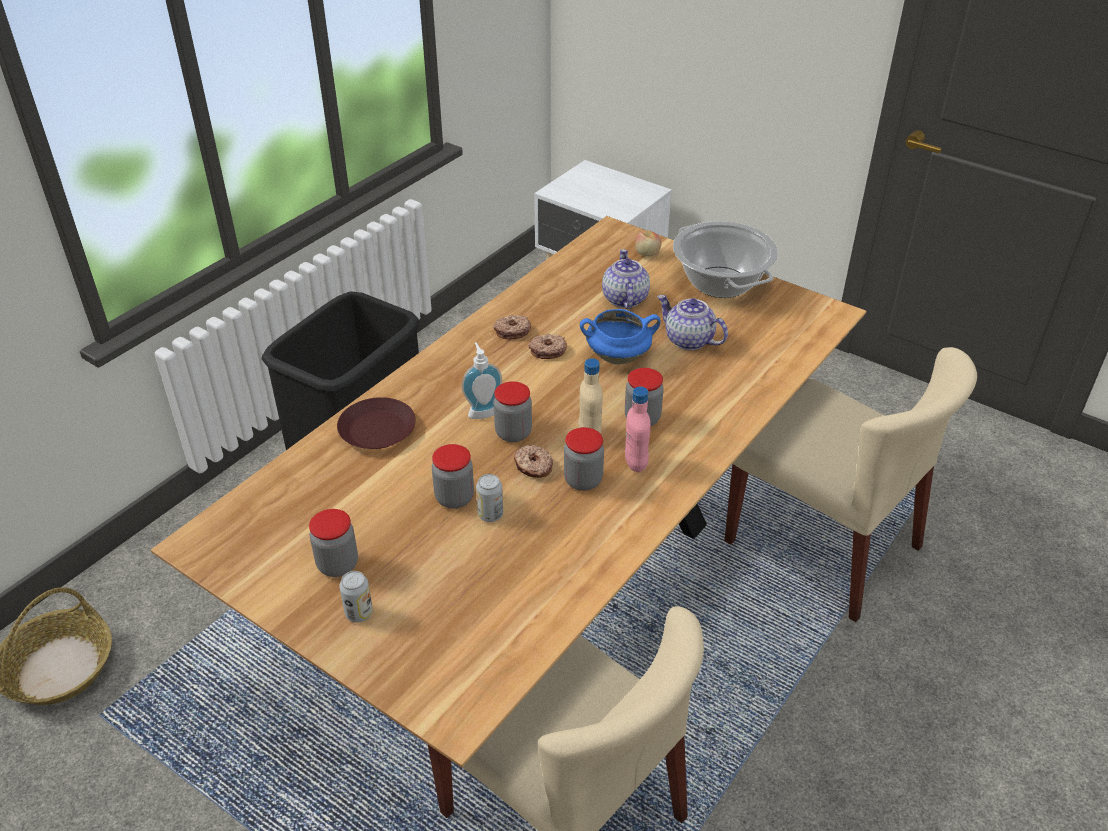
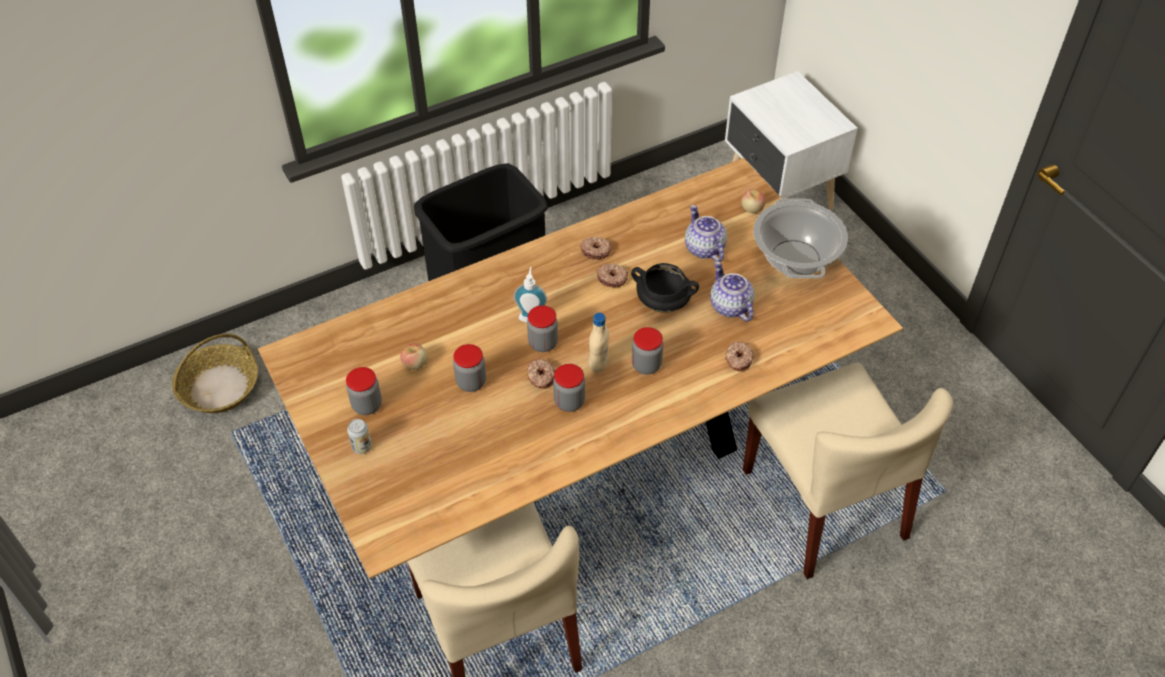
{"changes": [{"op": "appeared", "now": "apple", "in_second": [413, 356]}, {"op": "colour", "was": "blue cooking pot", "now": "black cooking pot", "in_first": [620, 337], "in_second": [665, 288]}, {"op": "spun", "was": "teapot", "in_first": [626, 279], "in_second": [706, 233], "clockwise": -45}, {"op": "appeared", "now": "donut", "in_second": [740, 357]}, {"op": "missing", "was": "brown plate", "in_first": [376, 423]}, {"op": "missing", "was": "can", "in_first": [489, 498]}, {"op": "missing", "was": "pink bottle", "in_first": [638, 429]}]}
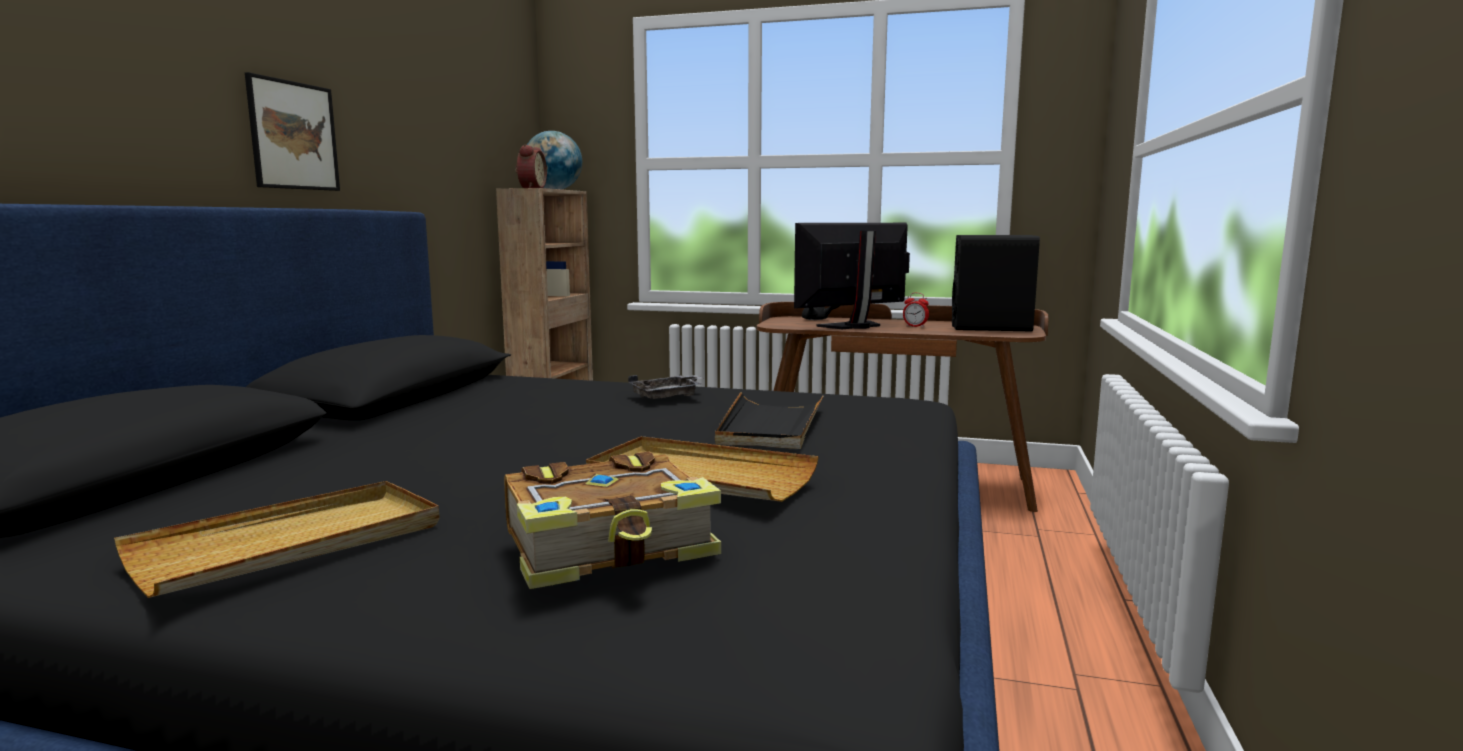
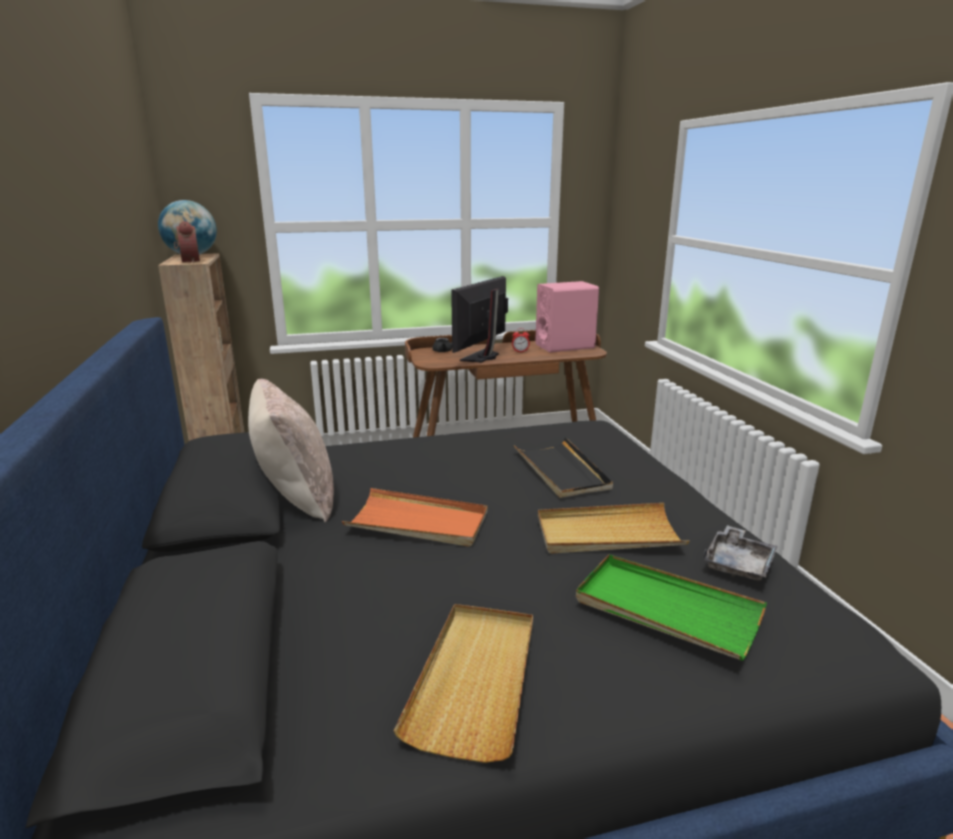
{"changes": [{"op": "appeared", "now": "beige pillow", "in_second": [291, 450]}, {"op": "appeared", "now": "orange tray", "in_second": [414, 517]}, {"op": "colour", "was": "black speaker", "now": "pink speaker", "in_first": [996, 283], "in_second": [567, 317]}, {"op": "exchanged", "was": "book", "now": "green tray", "in_first": [612, 520], "in_second": [671, 607]}, {"op": "relocated", "was": "grey tray", "in_first": [665, 387], "in_second": [740, 553]}, {"op": "missing", "was": "picture", "in_first": [292, 131]}]}
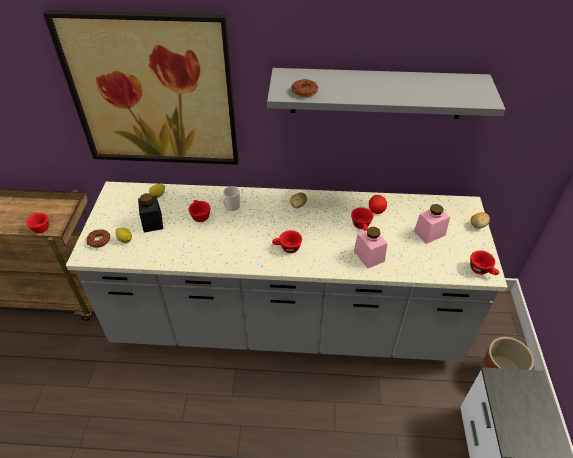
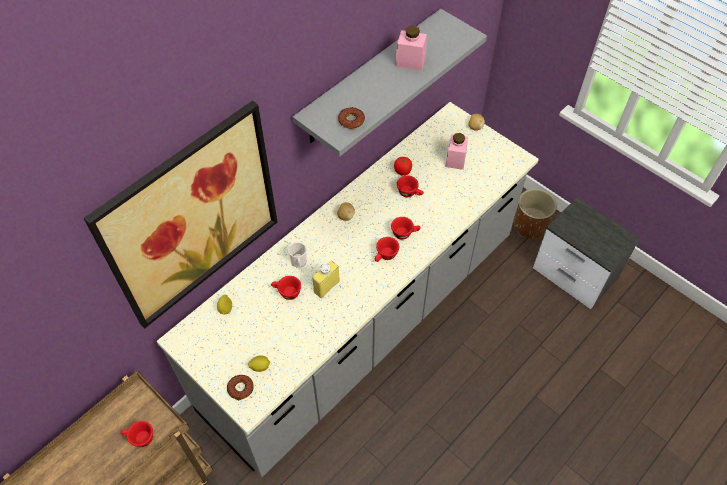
{"changes": [{"op": "appeared", "now": "yellow bottle", "in_second": [326, 279]}, {"op": "relocated", "was": "red cup", "in_first": [485, 262], "in_second": [405, 228]}, {"op": "relocated", "was": "pink jar", "in_first": [370, 248], "in_second": [411, 48]}, {"op": "missing", "was": "black jar", "in_first": [150, 212]}]}
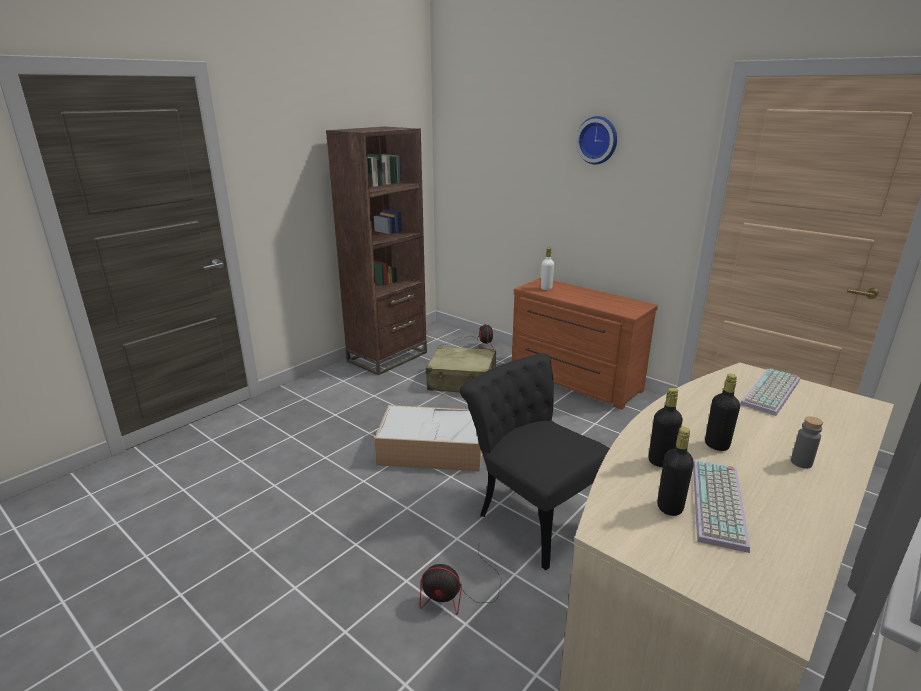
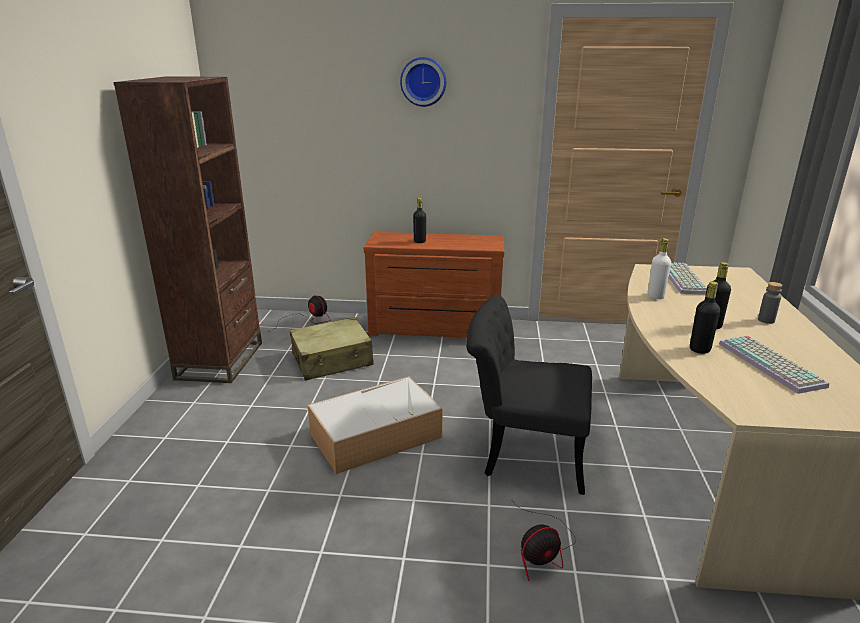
{"changes": [{"op": "relocated", "was": "black bottle", "in_first": [675, 471], "in_second": [419, 220]}, {"op": "relocated", "was": "white bottle", "in_first": [547, 269], "in_second": [659, 268]}]}
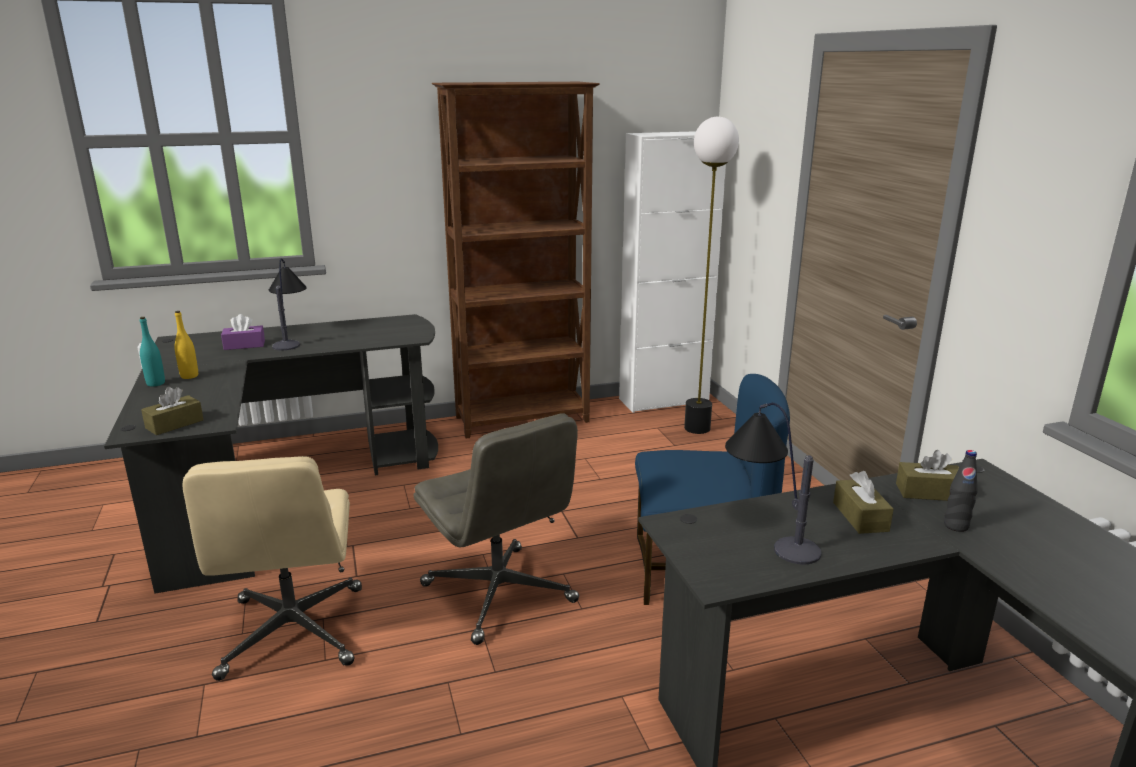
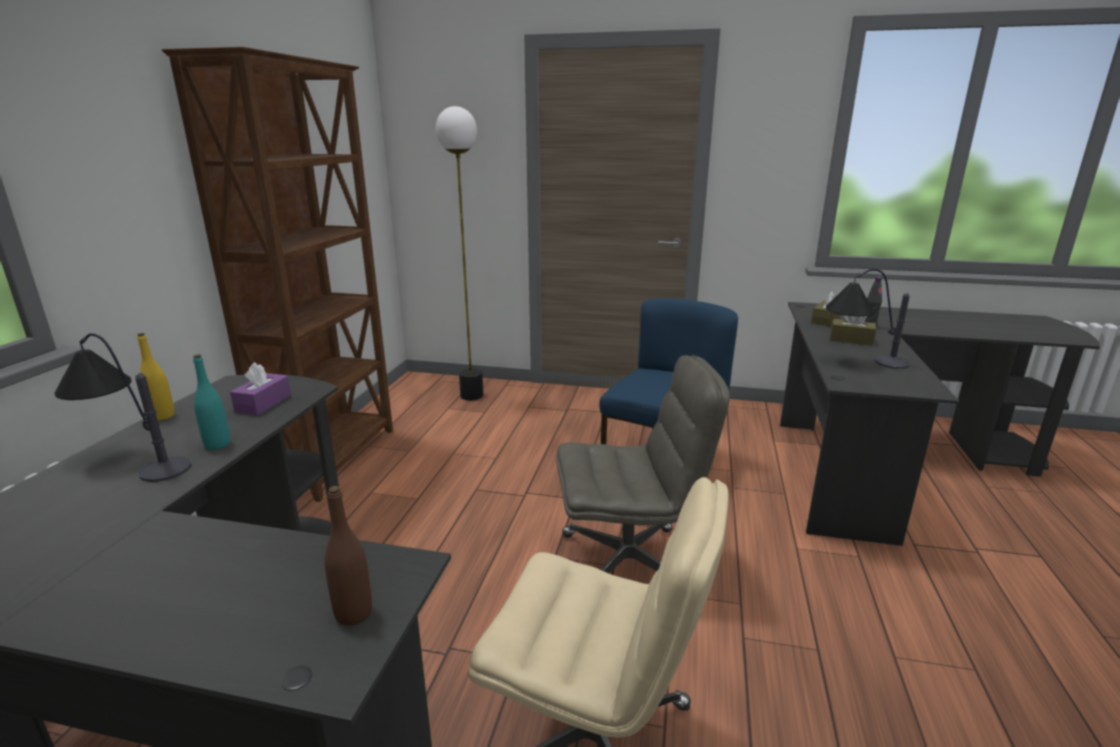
{"changes": [{"op": "relocated", "was": "yellow bottle", "in_first": [186, 345], "in_second": [156, 377]}, {"op": "relocated", "was": "turquoise bottle", "in_first": [152, 352], "in_second": [211, 402]}, {"op": "relocated", "was": "purple tissue box", "in_first": [243, 332], "in_second": [260, 389]}, {"op": "exchanged", "was": "brown tissue box", "now": "brown bottle", "in_first": [172, 411], "in_second": [348, 556]}, {"op": "missing", "was": "white cabinet", "in_first": [672, 272]}]}
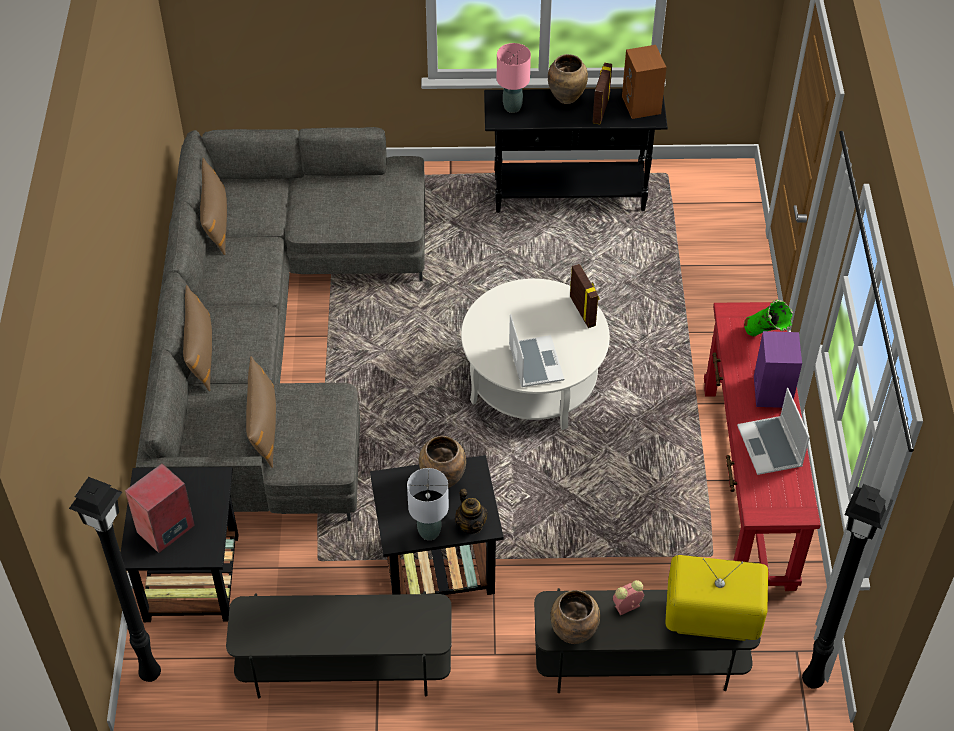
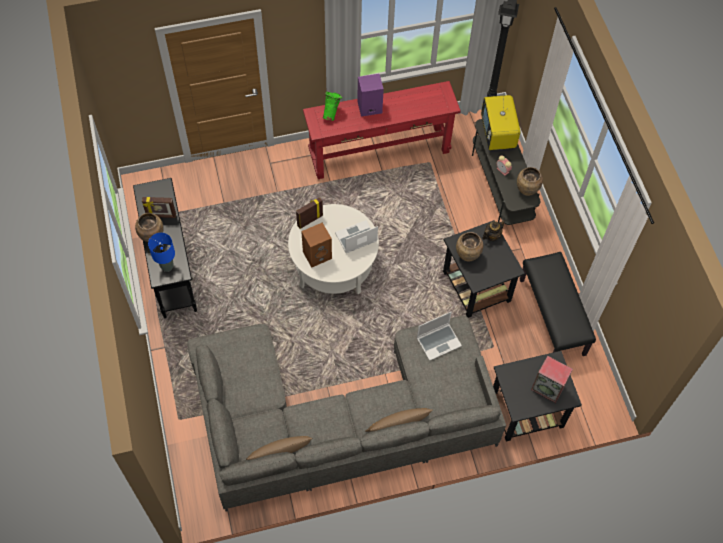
{"changes": [{"op": "colour", "was": "pink table lamp", "now": "blue table lamp", "in_first": [514, 78], "in_second": [161, 252]}, {"op": "relocated", "was": "brown speaker", "in_first": [644, 82], "in_second": [316, 245]}, {"op": "relocated", "was": "laptop", "in_first": [773, 431], "in_second": [439, 336]}, {"op": "exchanged", "was": "grey tv stand", "now": "black bench", "in_first": [339, 644], "in_second": [558, 304]}, {"op": "missing", "was": "black floor lamp", "in_first": [115, 579]}, {"op": "missing", "was": "brown pillow", "in_first": [261, 412]}, {"op": "missing", "was": "grey table lamp", "in_first": [428, 504]}]}
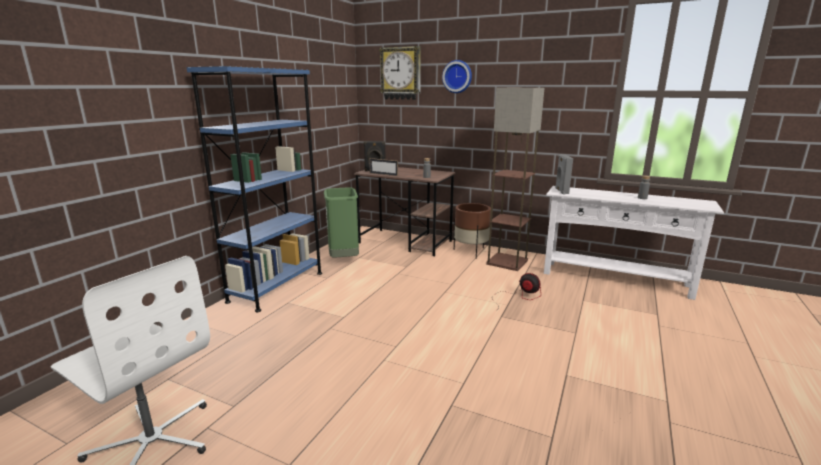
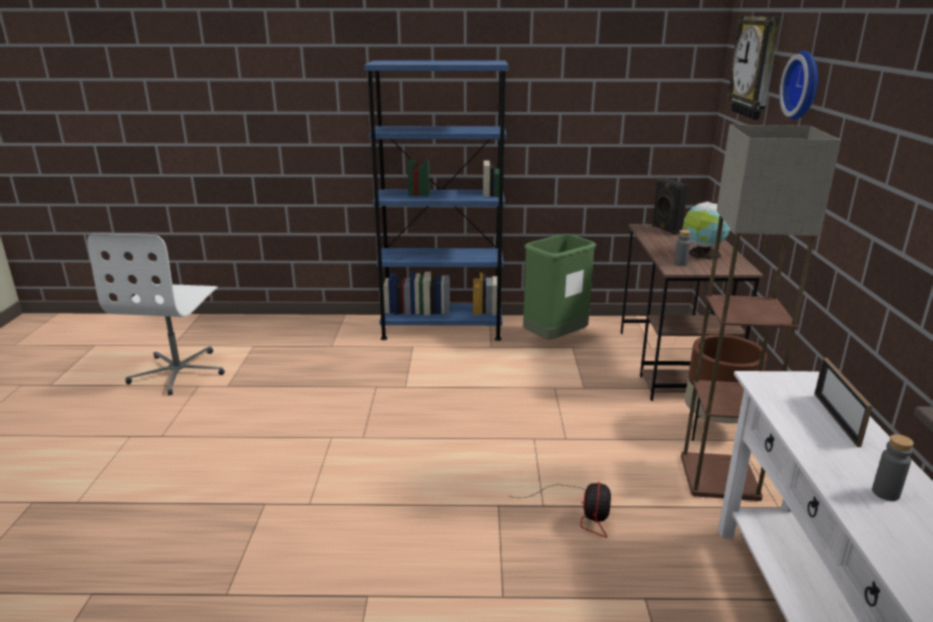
{"changes": [{"op": "appeared", "now": "globe", "in_second": [707, 230]}, {"op": "relocated", "was": "picture frame", "in_first": [383, 167], "in_second": [843, 402]}, {"op": "missing", "was": "grey speaker", "in_first": [564, 174]}]}
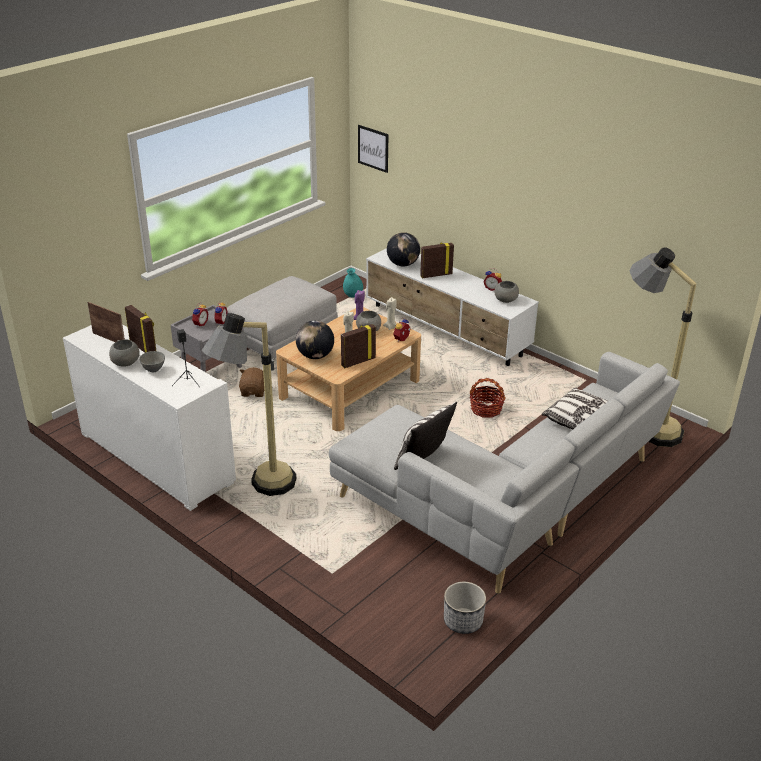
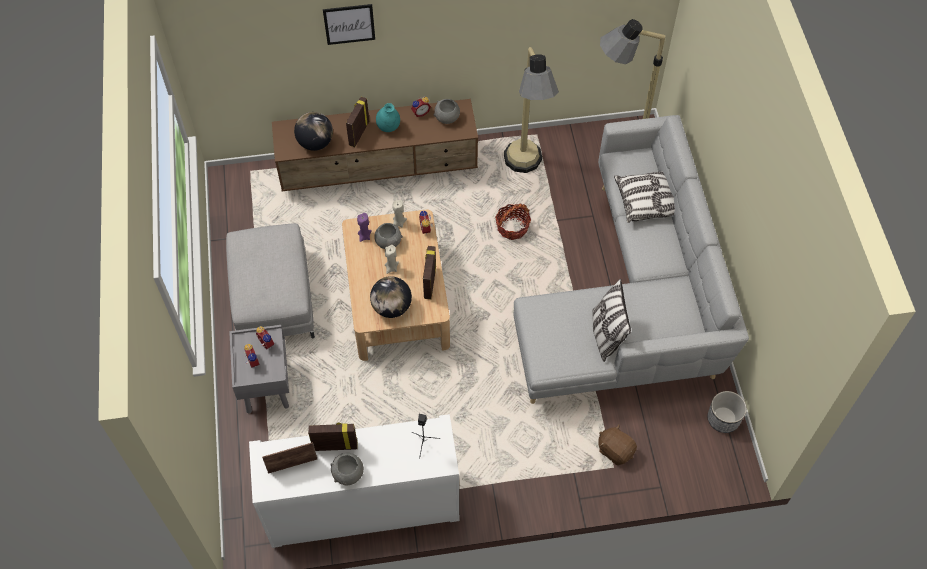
{"changes": [{"op": "colour", "was": "white tv stand", "now": "brown tv stand", "in_first": [452, 307], "in_second": [375, 145]}, {"op": "relocated", "was": "picture", "in_first": [373, 149], "in_second": [349, 24]}, {"op": "relocated", "was": "turquoise vase", "in_first": [353, 282], "in_second": [388, 117]}, {"op": "relocated", "was": "floor lamp", "in_first": [248, 404], "in_second": [531, 110]}, {"op": "relocated", "was": "brown plush toy", "in_first": [251, 382], "in_second": [617, 445]}, {"op": "missing", "was": "grey bowl", "in_first": [152, 361]}]}
